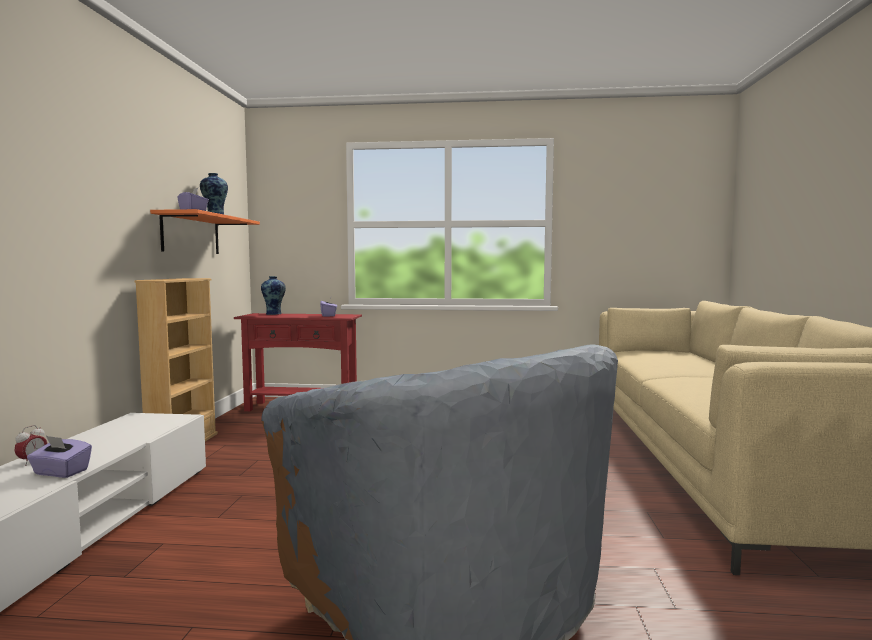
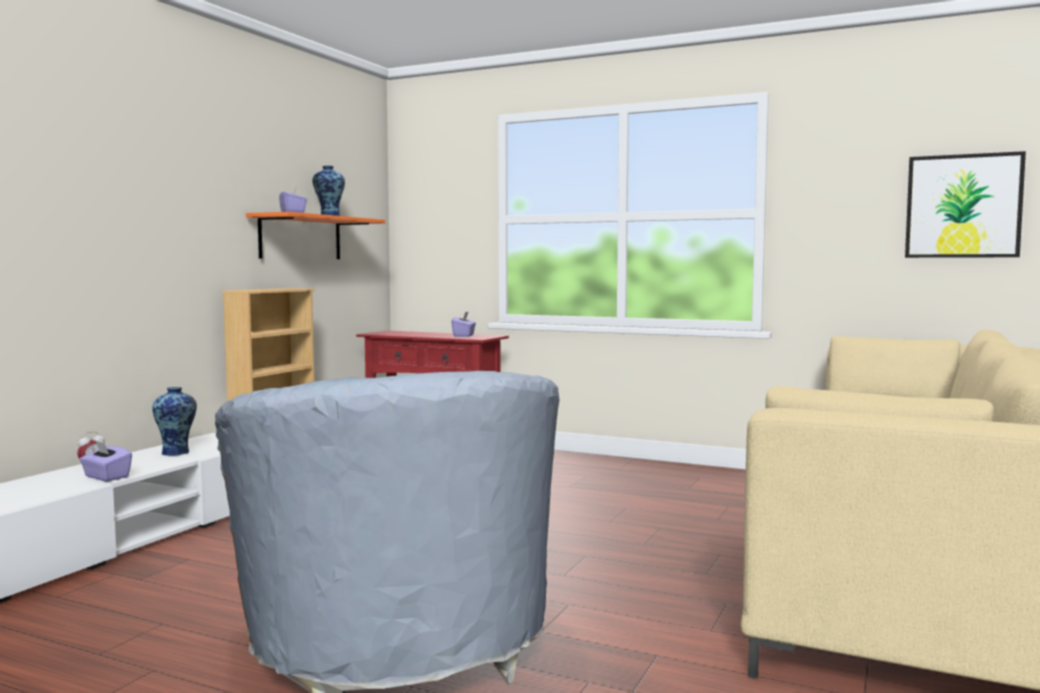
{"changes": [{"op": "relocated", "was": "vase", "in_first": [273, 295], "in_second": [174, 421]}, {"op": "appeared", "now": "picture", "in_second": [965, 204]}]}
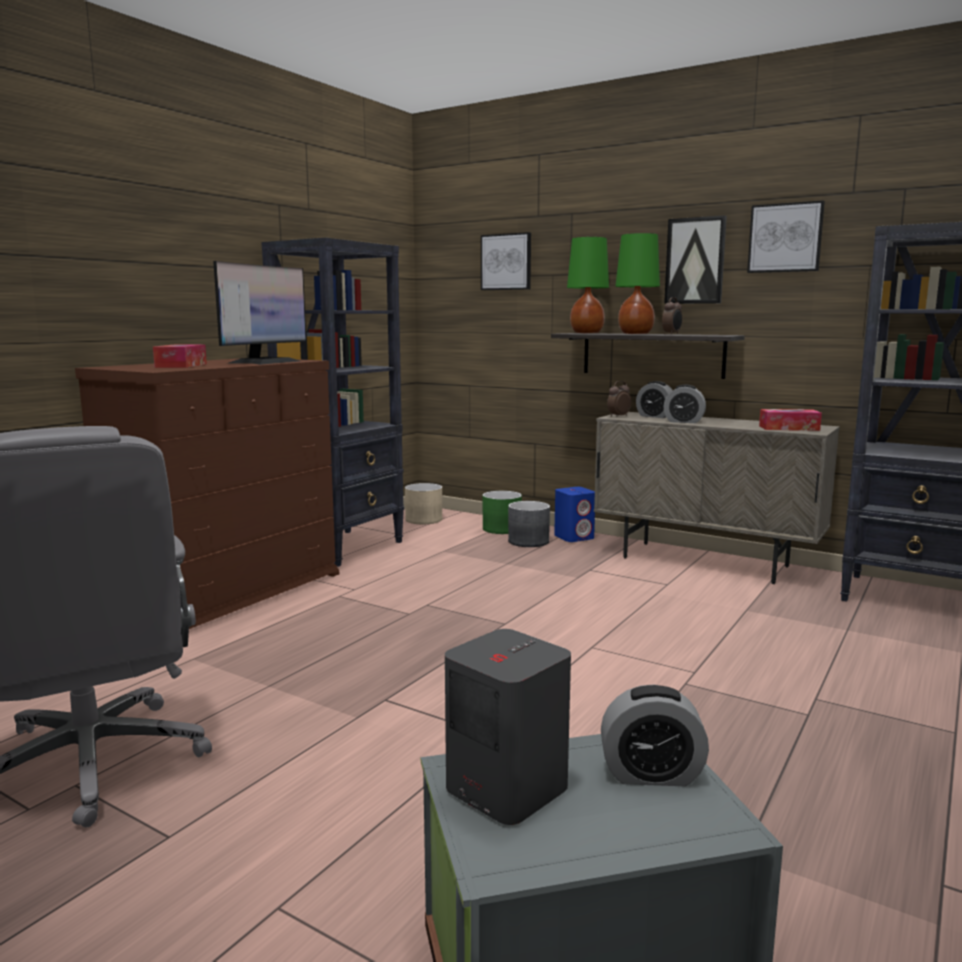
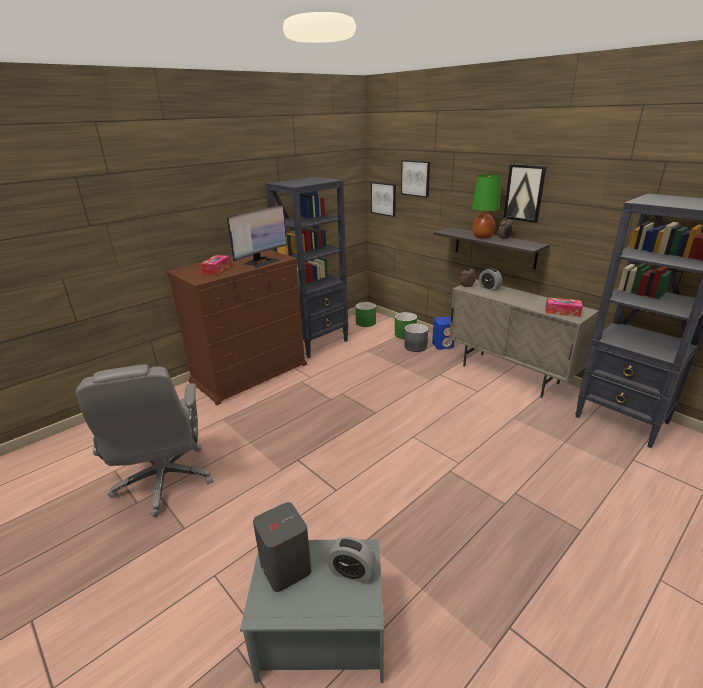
{"changes": [{"op": "colour", "was": "beige planter", "now": "green planter", "in_first": [423, 503], "in_second": [365, 314]}, {"op": "relocated", "was": "picture", "in_first": [786, 236], "in_second": [383, 199]}, {"op": "missing", "was": "green table lamp", "in_first": [588, 285]}, {"op": "missing", "was": "alarm clock", "in_first": [684, 404]}]}
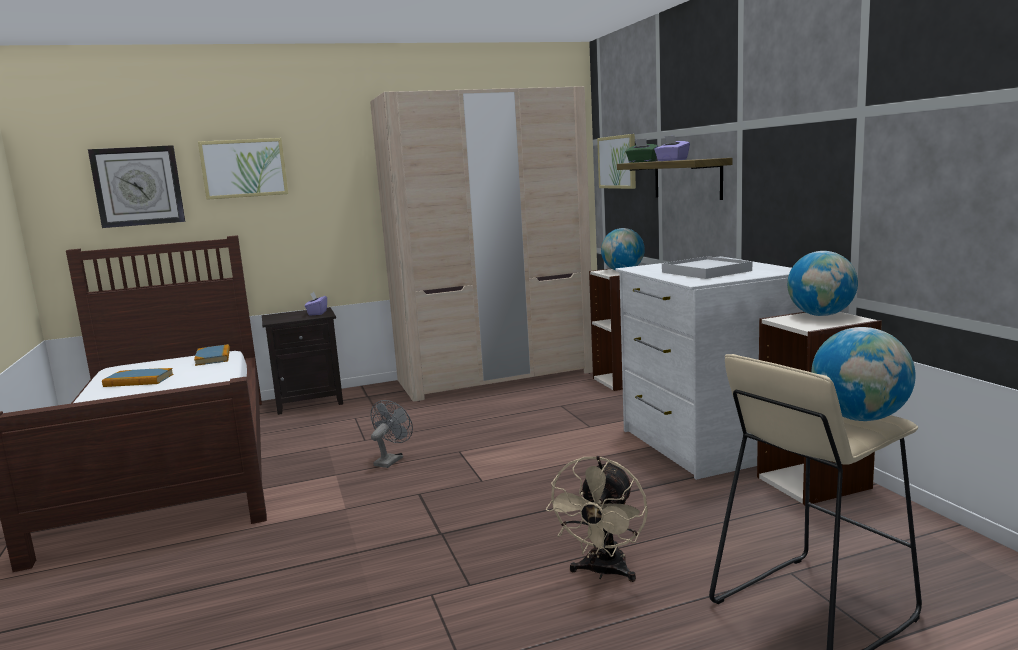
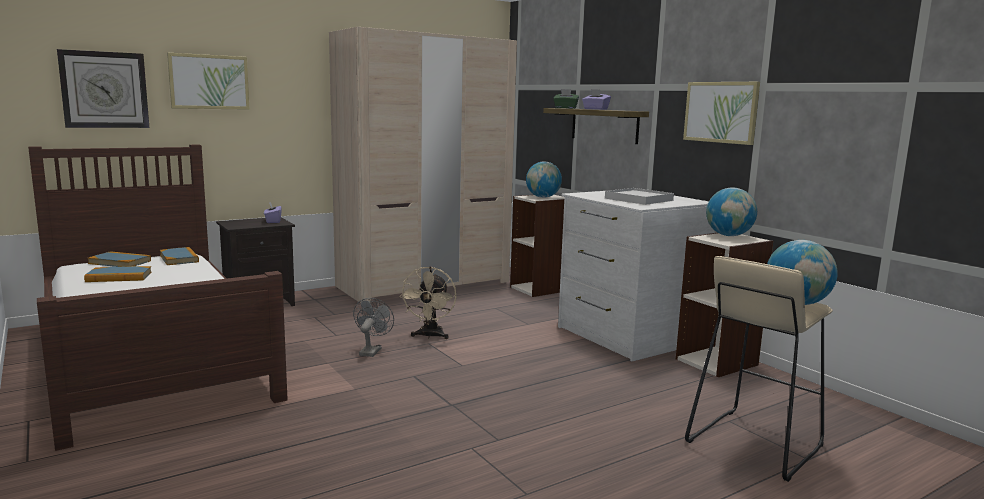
{"changes": [{"op": "appeared", "now": "book", "in_second": [119, 259]}, {"op": "relocated", "was": "beige fan", "in_first": [597, 519], "in_second": [428, 302]}, {"op": "relocated", "was": "picture", "in_first": [616, 161], "in_second": [721, 113]}]}
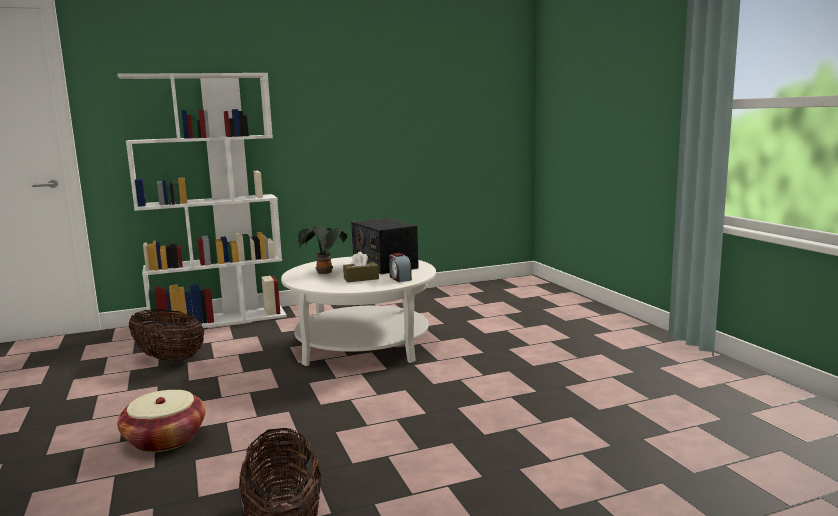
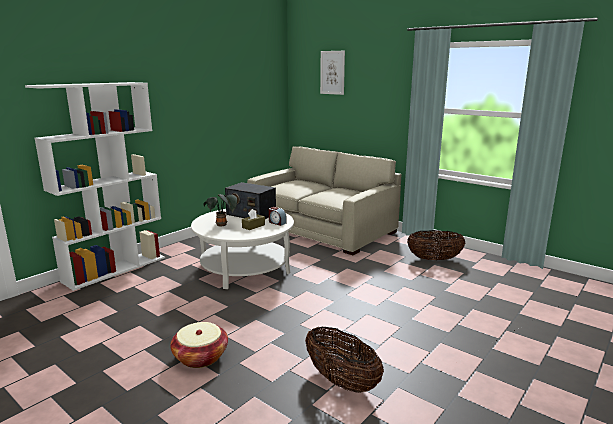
{"changes": [{"op": "appeared", "now": "beige sofa", "in_second": [324, 200]}, {"op": "appeared", "now": "picture", "in_second": [332, 73]}, {"op": "relocated", "was": "basket", "in_first": [166, 335], "in_second": [436, 245]}]}
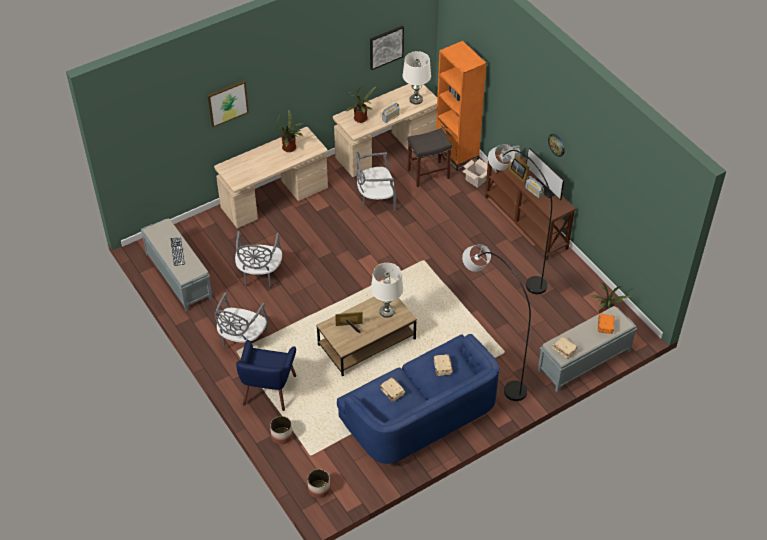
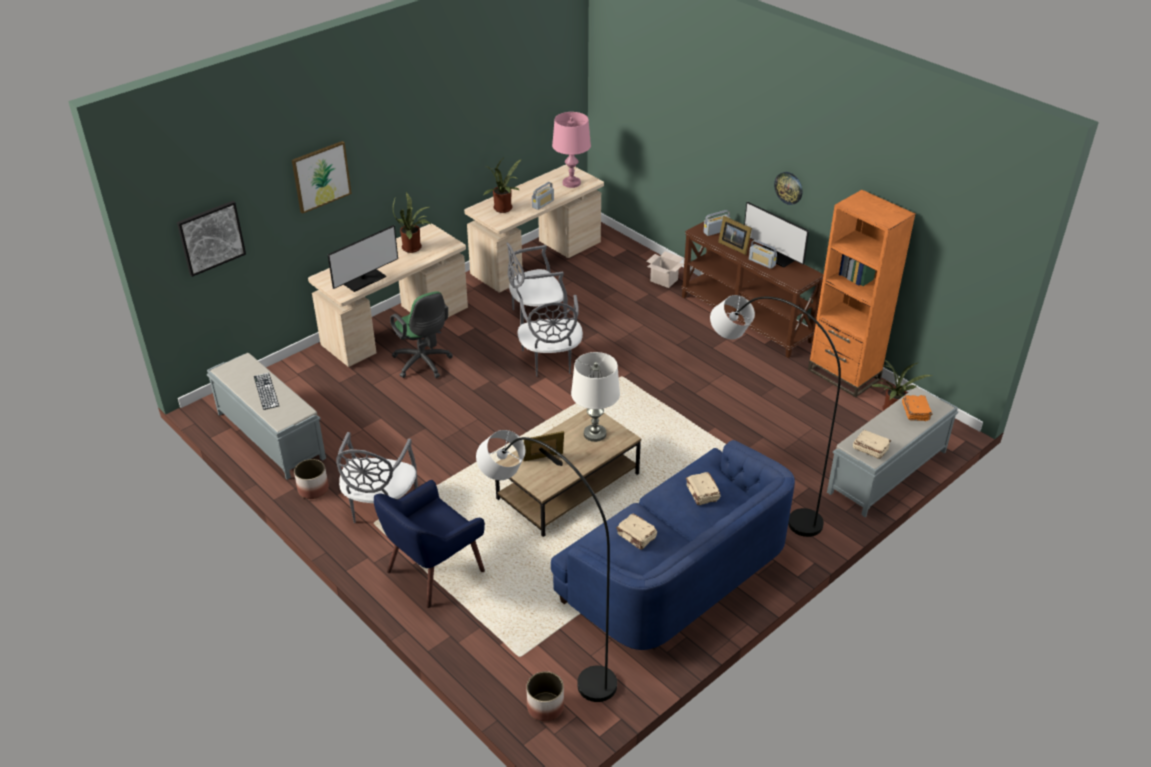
{"changes": [{"op": "relocated", "was": "picture", "in_first": [387, 48], "in_second": [211, 239]}, {"op": "relocated", "was": "planter", "in_first": [281, 430], "in_second": [311, 479]}, {"op": "appeared", "now": "monitor", "in_second": [363, 258]}, {"op": "spun", "was": "blue armchair", "in_first": [266, 375], "in_second": [429, 544], "clockwise": 45}, {"op": "appeared", "now": "green office chair", "in_second": [421, 334]}, {"op": "relocated", "was": "black floor lamp", "in_first": [520, 219], "in_second": [546, 566]}, {"op": "relocated", "was": "grey chair", "in_first": [258, 259], "in_second": [550, 336]}, {"op": "colour", "was": "white table lamp", "now": "pink table lamp", "in_first": [416, 78], "in_second": [571, 150]}, {"op": "relocated", "was": "orange bookcase", "in_first": [461, 106], "in_second": [862, 293]}, {"op": "missing", "was": "grey stool", "in_first": [429, 157]}]}
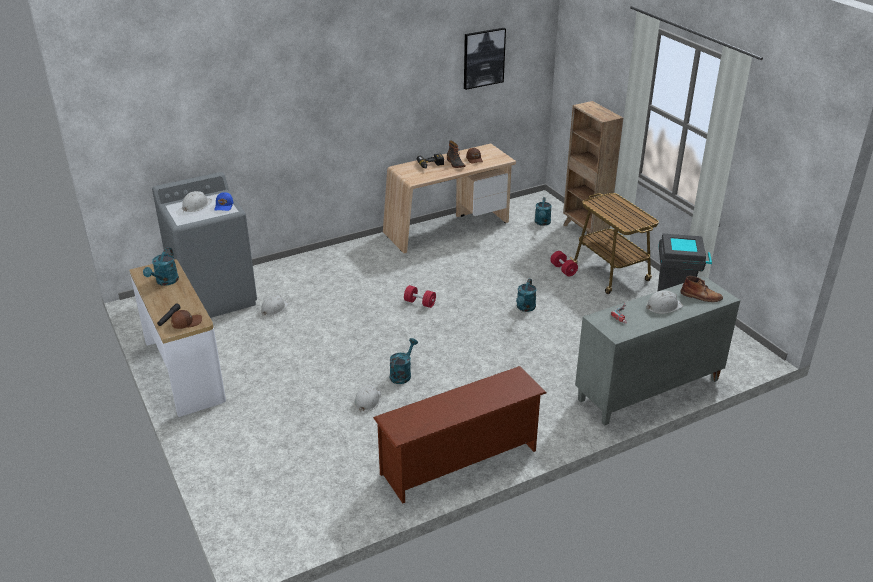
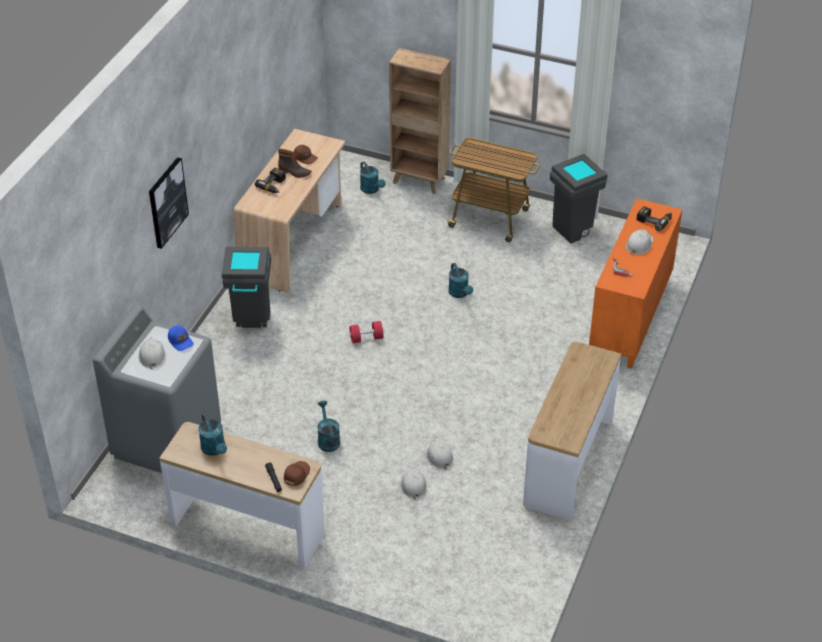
{"changes": [{"op": "relocated", "was": "picture", "in_first": [485, 59], "in_second": [169, 203]}, {"op": "appeared", "now": "grey trash can", "in_second": [246, 287]}, {"op": "relocated", "was": "turquoise watering can", "in_first": [404, 361], "in_second": [328, 426]}, {"op": "relocated", "was": "white hard hat", "in_first": [275, 305], "in_second": [413, 484]}, {"op": "exchanged", "was": "brown shoe rack", "now": "console table", "in_first": [459, 434], "in_second": [572, 431]}, {"op": "colour", "was": "grey cabinet", "now": "orange cabinet", "in_first": [657, 350], "in_second": [636, 283]}, {"op": "exchanged", "was": "brown boot", "now": "power drill", "in_first": [701, 289], "in_second": [654, 218]}, {"op": "missing", "was": "red dumbbell", "in_first": [564, 264]}]}
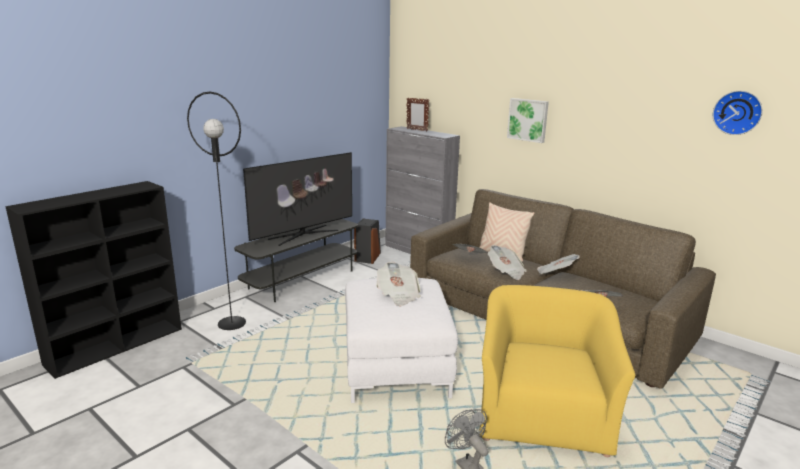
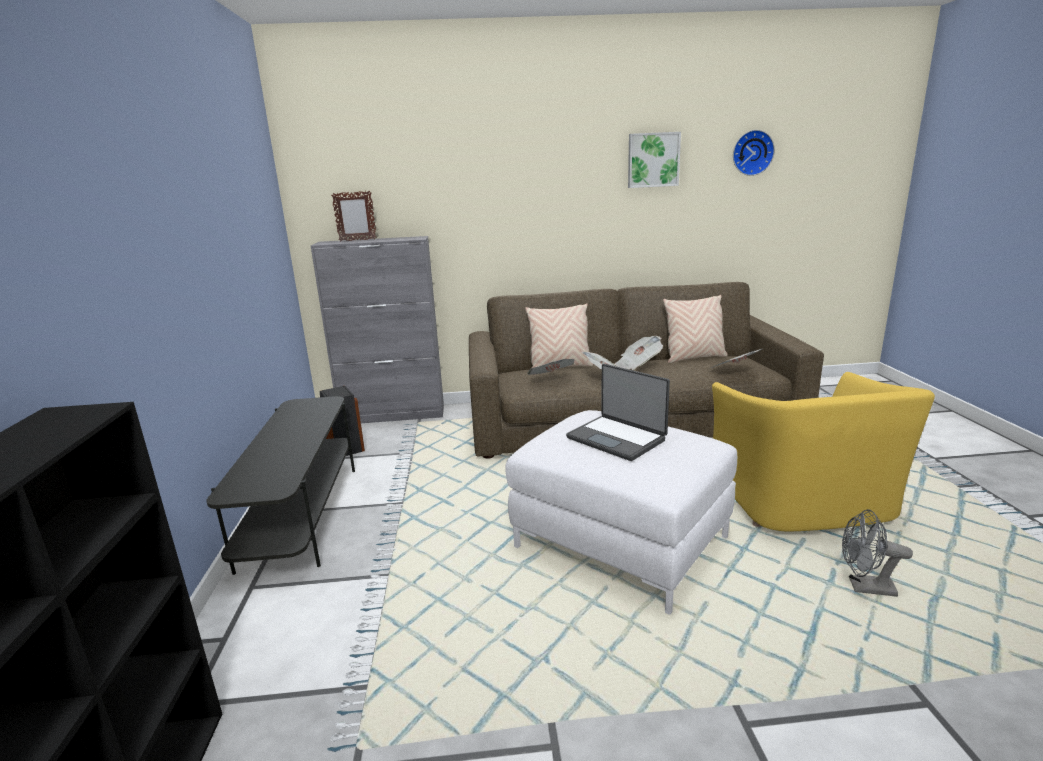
{"changes": [{"op": "exchanged", "was": "newspaper", "now": "laptop", "in_first": [399, 284], "in_second": [618, 412]}, {"op": "relocated", "was": "picture", "in_first": [528, 120], "in_second": [654, 160]}, {"op": "appeared", "now": "beige pillow", "in_second": [695, 329]}, {"op": "spun", "was": "yellow armchair", "in_first": [557, 371], "in_second": [823, 451], "clockwise": -150}, {"op": "missing", "was": "black floor lamp", "in_first": [216, 210]}, {"op": "missing", "was": "television", "in_first": [297, 199]}]}
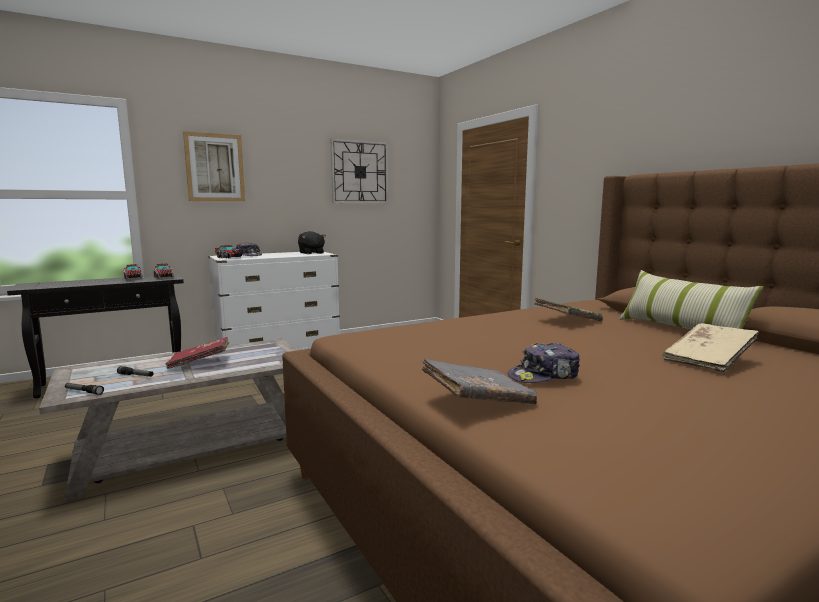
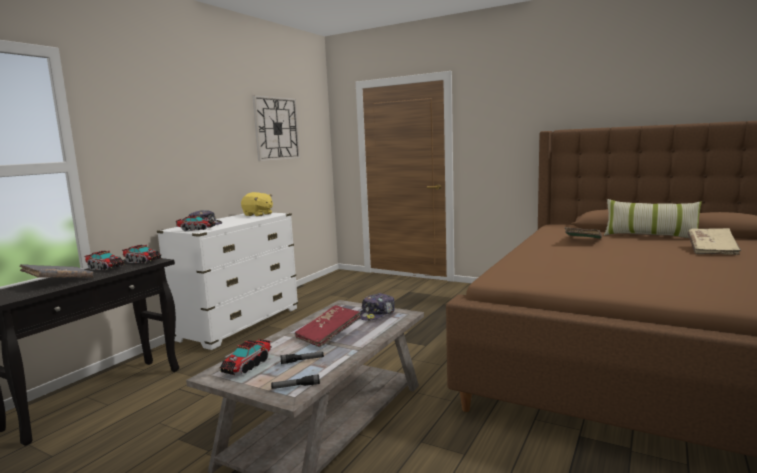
{"changes": [{"op": "relocated", "was": "grey book", "in_first": [479, 382], "in_second": [57, 271]}, {"op": "appeared", "now": "toy truck", "in_second": [246, 357]}, {"op": "colour", "was": "black plush toy", "now": "yellow plush toy", "in_first": [312, 242], "in_second": [257, 204]}, {"op": "relocated", "was": "cap", "in_first": [544, 363], "in_second": [377, 307]}, {"op": "missing", "was": "picture", "in_first": [214, 166]}]}
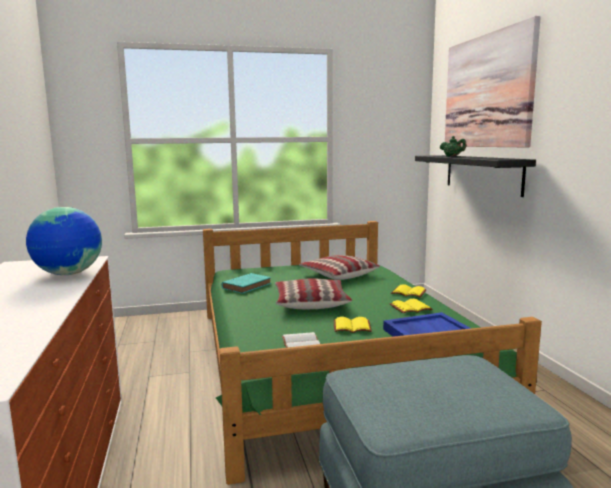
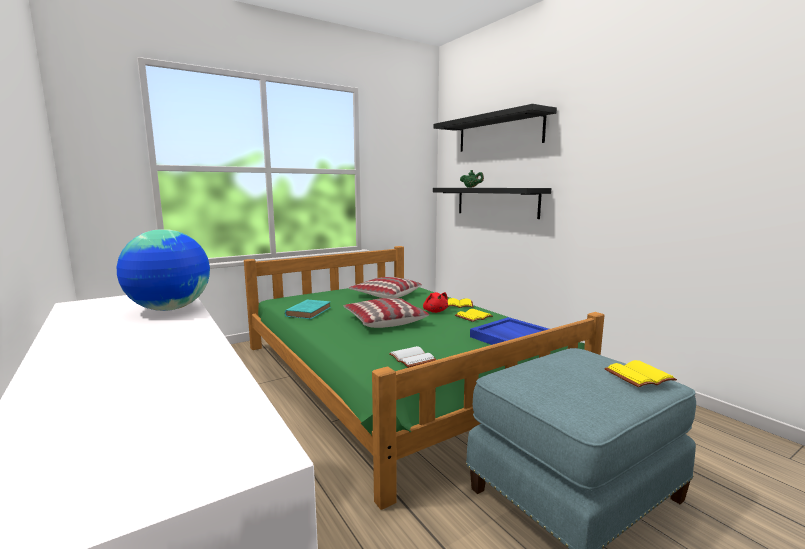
{"changes": [{"op": "appeared", "now": "red plush toy", "in_second": [435, 302]}, {"op": "exchanged", "was": "picture", "now": "black shelf", "in_first": [493, 81], "in_second": [495, 128]}, {"op": "relocated", "was": "yellow book", "in_first": [353, 325], "in_second": [640, 373]}]}
